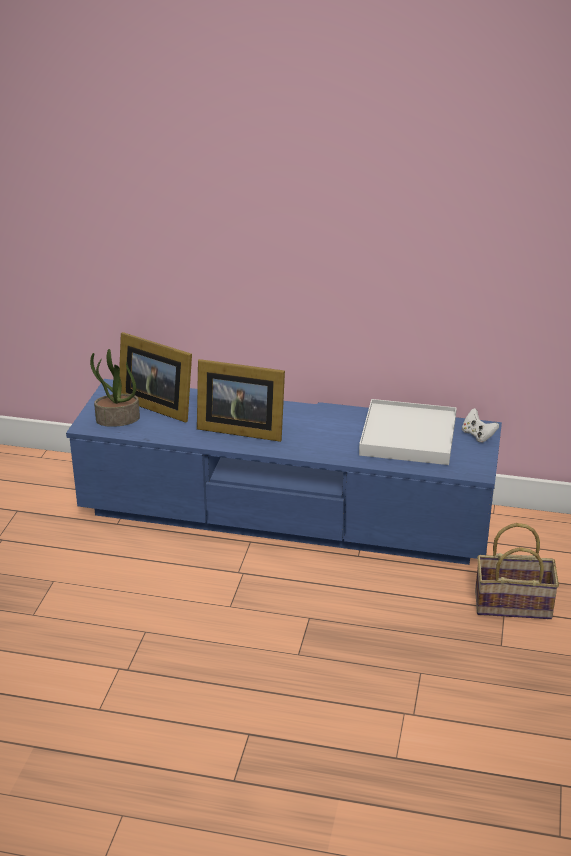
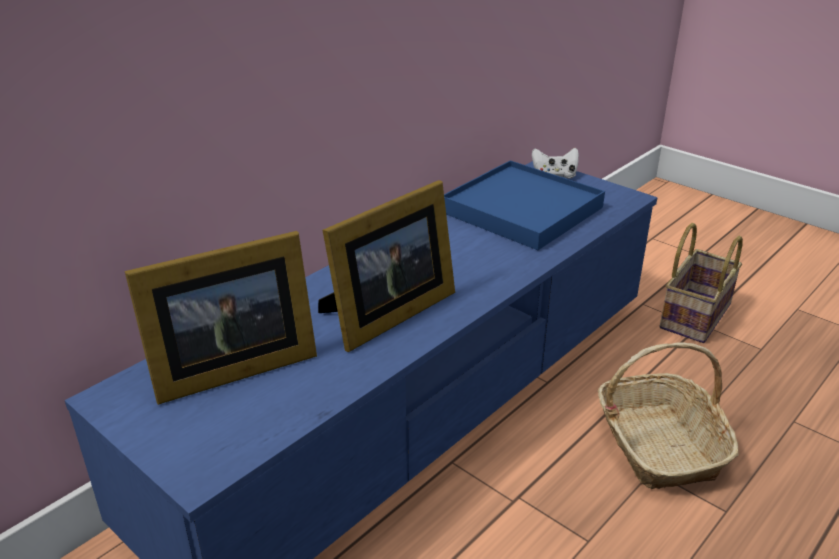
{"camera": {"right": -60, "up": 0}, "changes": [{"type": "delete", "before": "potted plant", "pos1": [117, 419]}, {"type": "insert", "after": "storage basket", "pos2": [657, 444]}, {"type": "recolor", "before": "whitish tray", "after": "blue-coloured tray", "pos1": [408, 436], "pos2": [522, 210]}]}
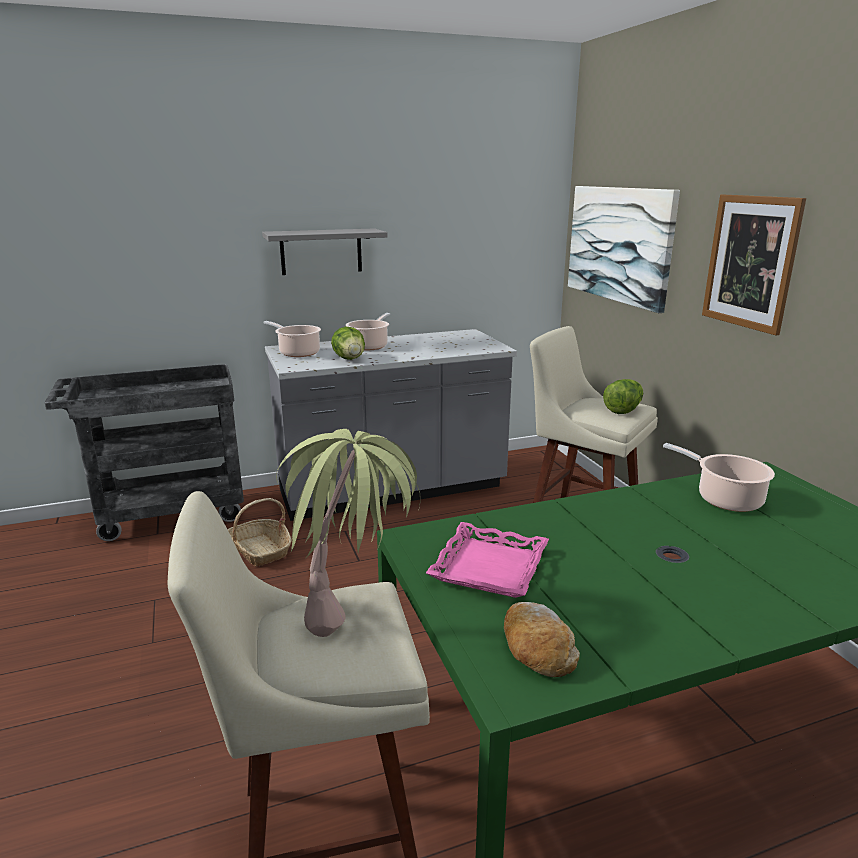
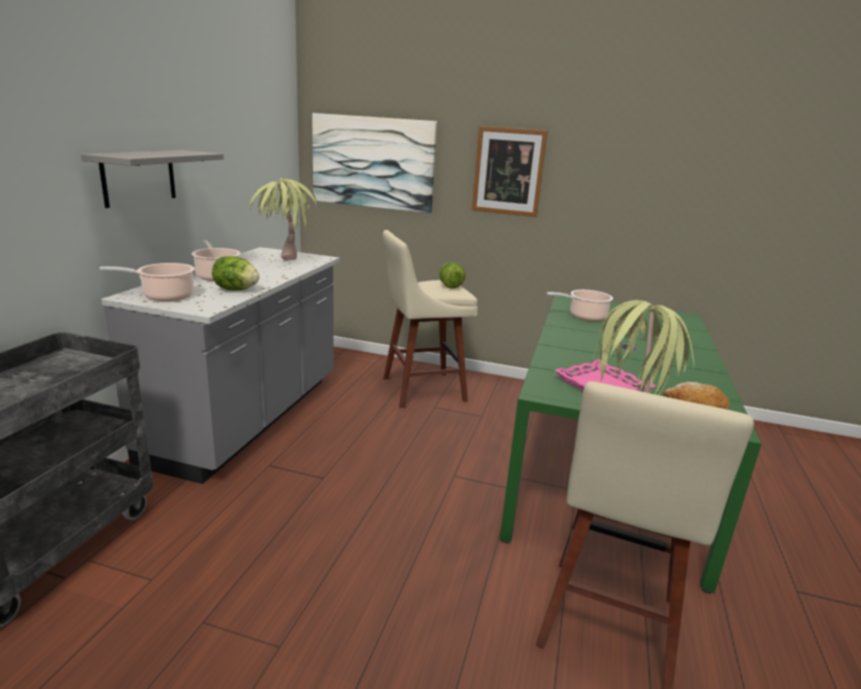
{"camera": {"right": -55, "up": 0}, "changes": [{"type": "delete", "before": "storage basket", "pos1": [260, 550]}, {"type": "insert", "after": "potted plant", "pos2": [284, 264]}]}
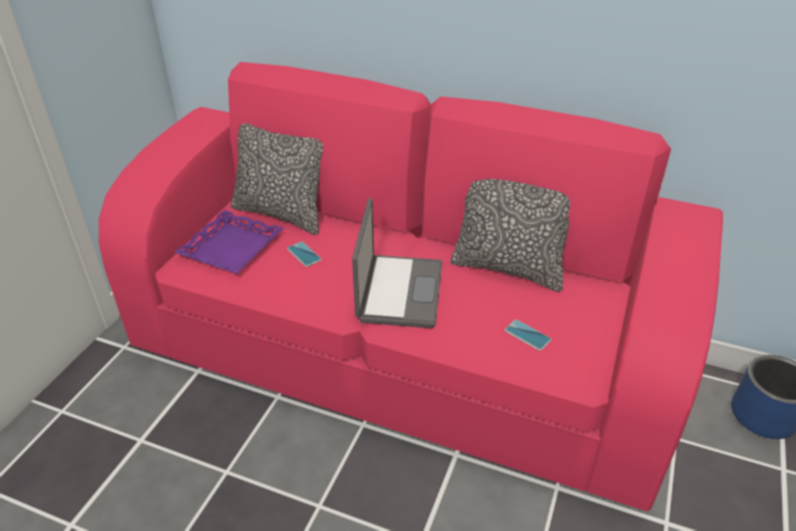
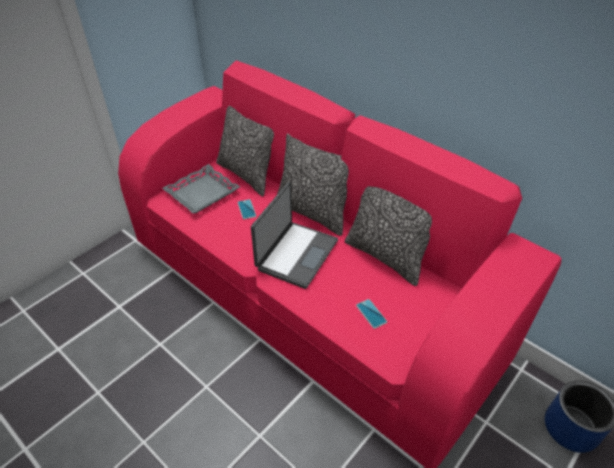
{"camera": {"right": 20, "up": 5}, "changes": [{"type": "insert", "after": "pillow", "pos2": [313, 213]}, {"type": "recolor", "before": "purple-coloured tray", "after": "gray tray", "pos1": [232, 248], "pos2": [202, 193]}]}
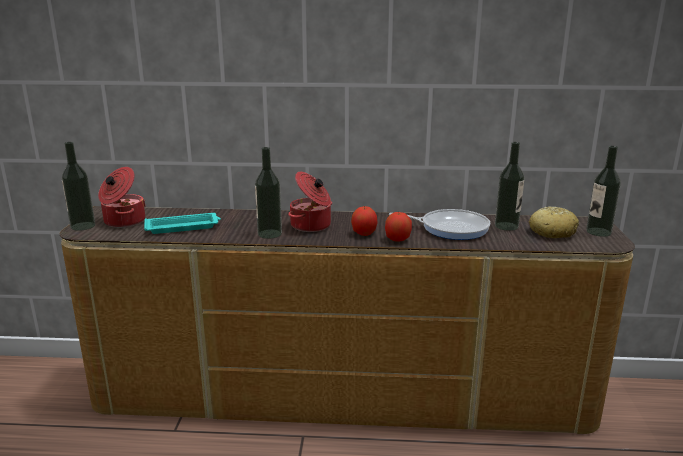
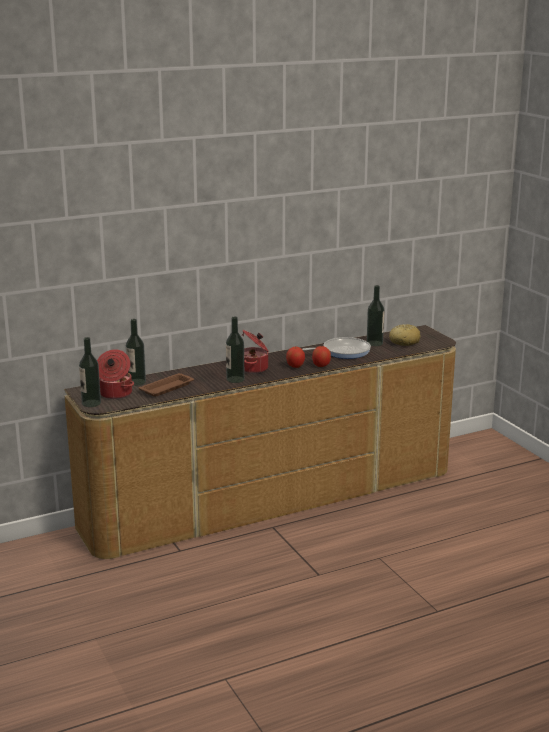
{"camera": {"right": -30, "up": 0}, "changes": [{"type": "move", "before": "bottle", "pos1": [598, 232], "pos2": [136, 382]}, {"type": "recolor", "before": "turquoise-coloured tray", "after": "brownish tray", "pos1": [183, 227], "pos2": [167, 388]}]}
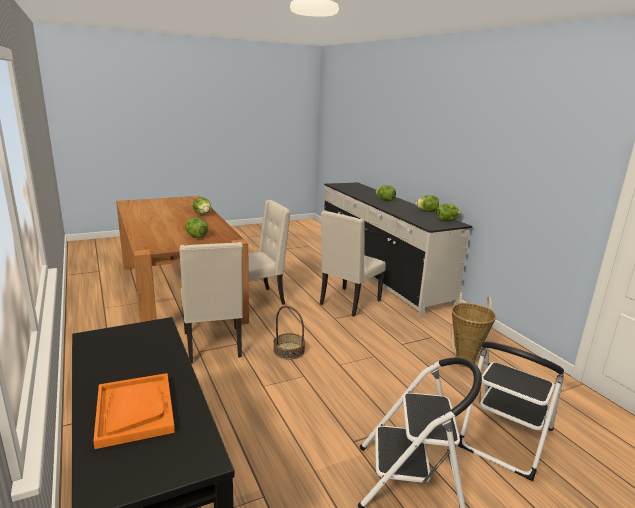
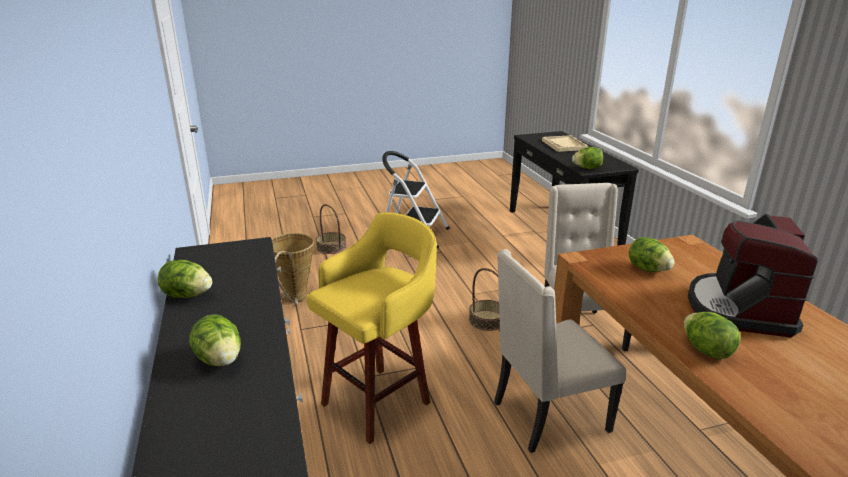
{"camera": {"right": -170, "up": 5}, "changes": [{"type": "insert", "after": "coffee brewer", "pos2": [739, 308]}, {"type": "move", "before": "lettuce", "pos1": [447, 221], "pos2": [587, 168]}, {"type": "replace", "before": "beige-coloured upright chair", "after": "yellow sitting stool", "pos1": [348, 303], "pos2": [380, 401]}, {"type": "replace", "before": "step ladder", "after": "storage basket", "pos1": [504, 439], "pos2": [331, 247]}, {"type": "recolor", "before": "orange-coloured tray", "after": "beige-coloured tray", "pos1": [134, 410], "pos2": [564, 145]}]}
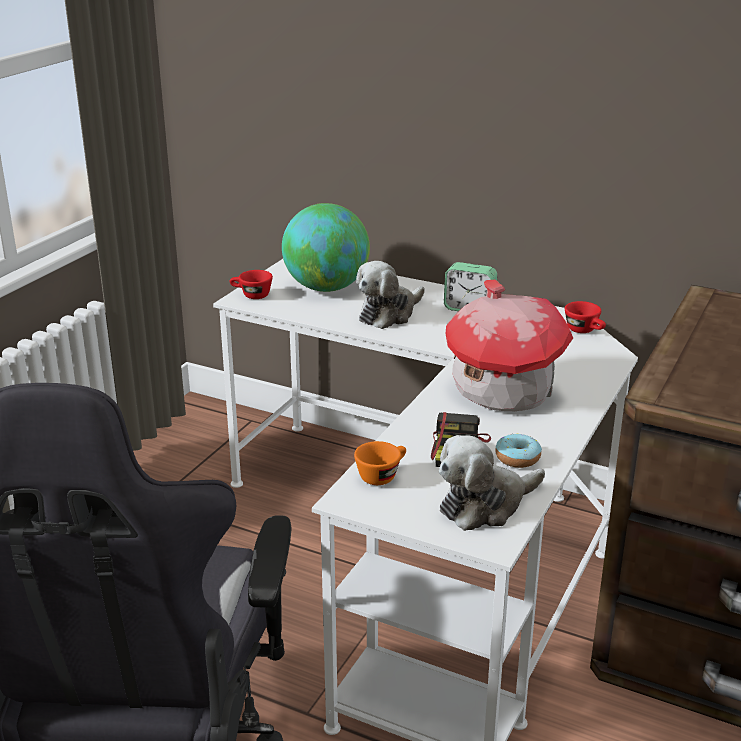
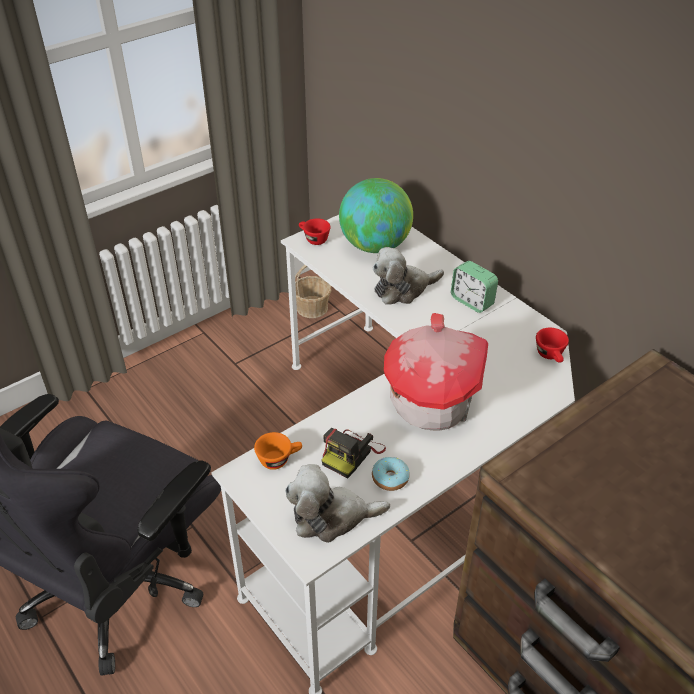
{"camera": {"right": 25, "up": 15}, "changes": [{"type": "insert", "after": "storage basket", "pos2": [312, 308]}]}
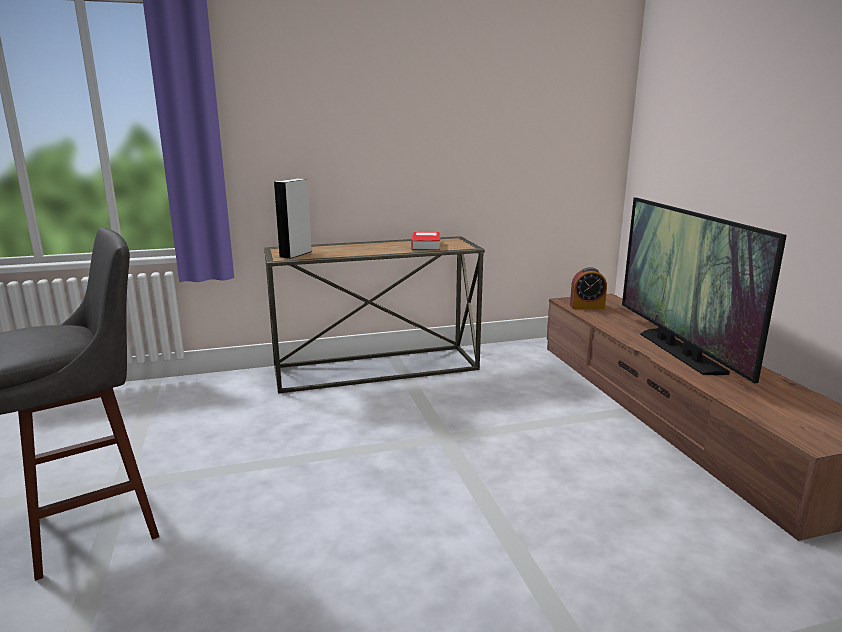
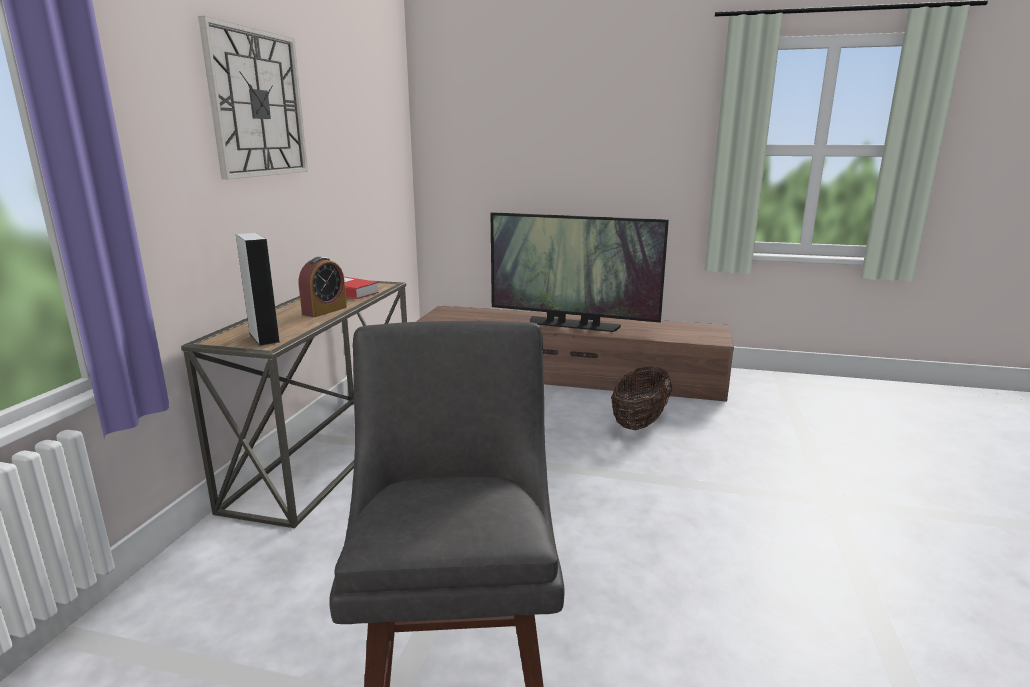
{"camera": {"right": -60, "up": 0}, "changes": [{"type": "insert", "after": "clock on the wall", "pos2": [257, 104]}, {"type": "insert", "after": "storage basket", "pos2": [640, 422]}, {"type": "move", "before": "alarm clock", "pos1": [587, 307], "pos2": [324, 311]}]}
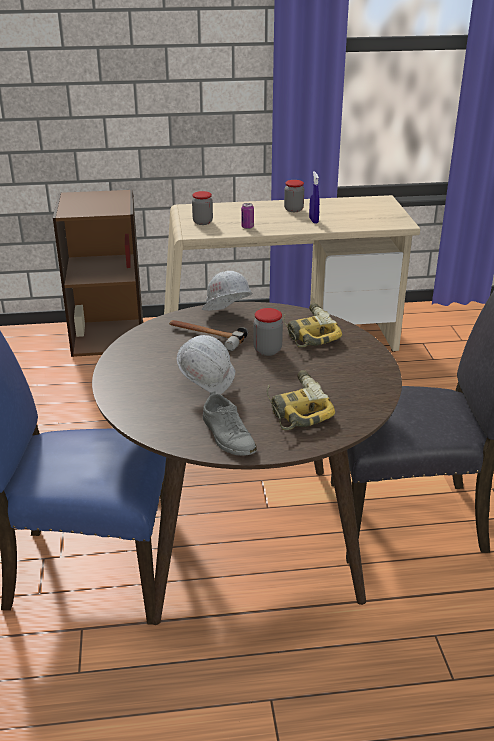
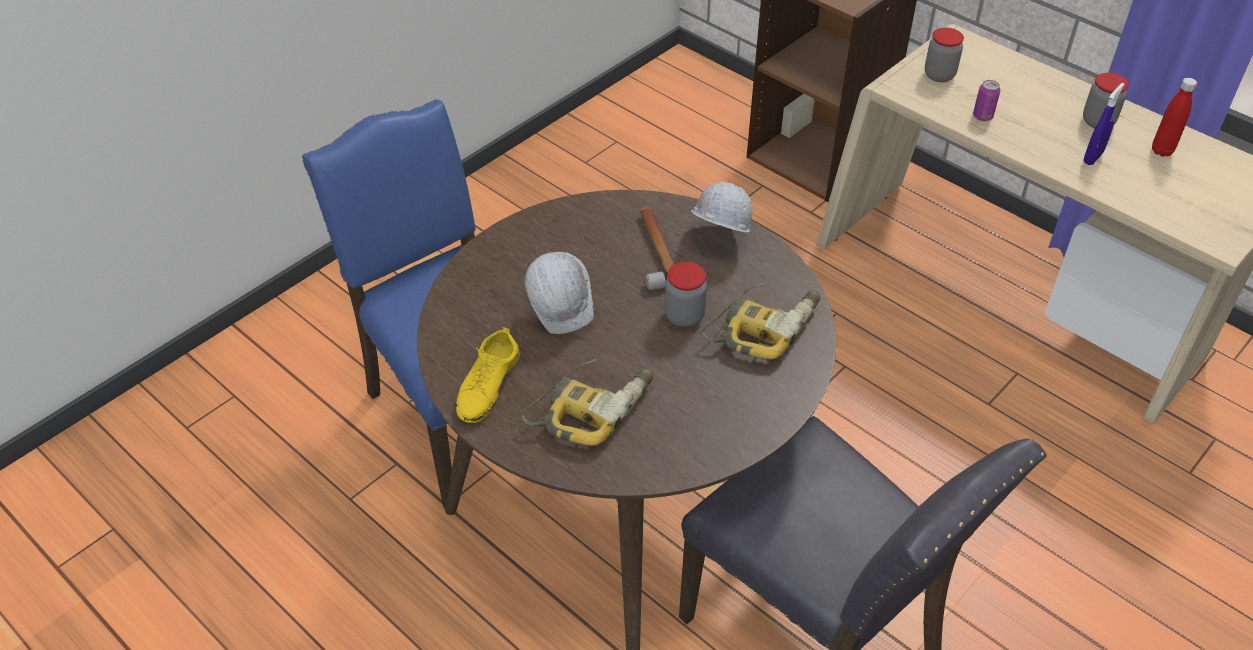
{"camera": {"right": 50, "up": 15}, "changes": [{"type": "insert", "after": "red bottle", "pos2": [1162, 151]}, {"type": "recolor", "before": "gray shoe", "after": "yellow shoe", "pos1": [228, 435], "pos2": [488, 385]}]}
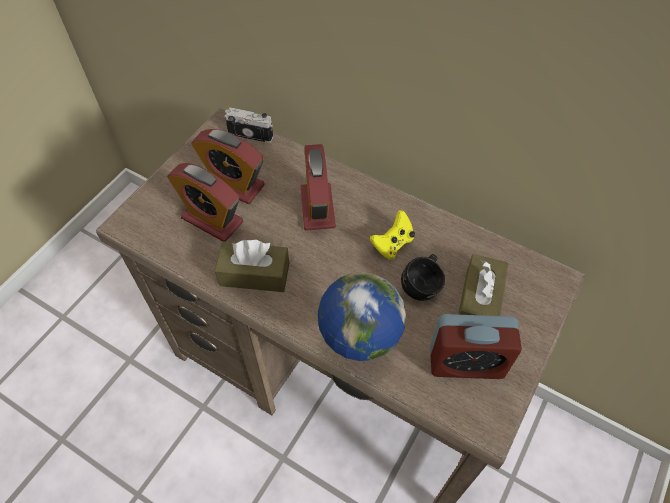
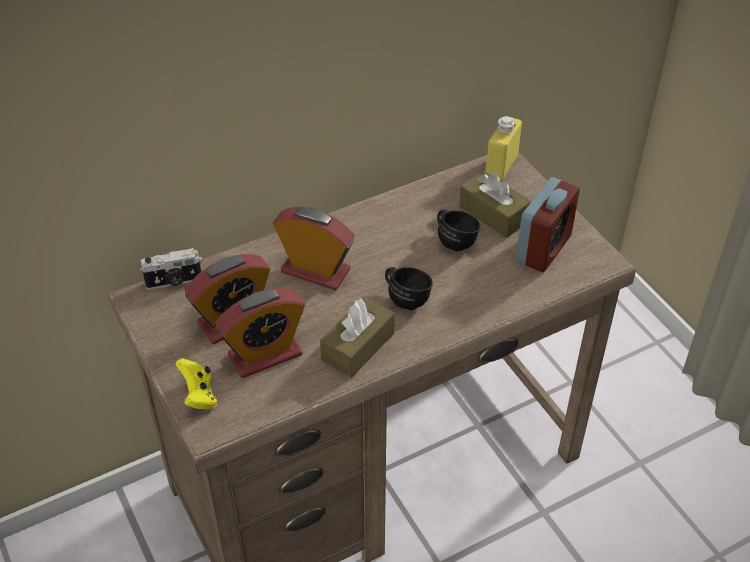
{"camera": {"right": -60, "up": -10}, "changes": [{"type": "delete", "before": "world globe", "pos1": [357, 352]}, {"type": "insert", "after": "black-coloured coffee mug", "pos2": [406, 297]}, {"type": "insert", "after": "yellow bottle", "pos2": [501, 167]}, {"type": "move", "before": "yellow joypad", "pos1": [392, 244], "pos2": [199, 395]}, {"type": "rotate", "before": "photo camera", "pos1": [251, 134], "pos2": [174, 282], "turn": -150}]}
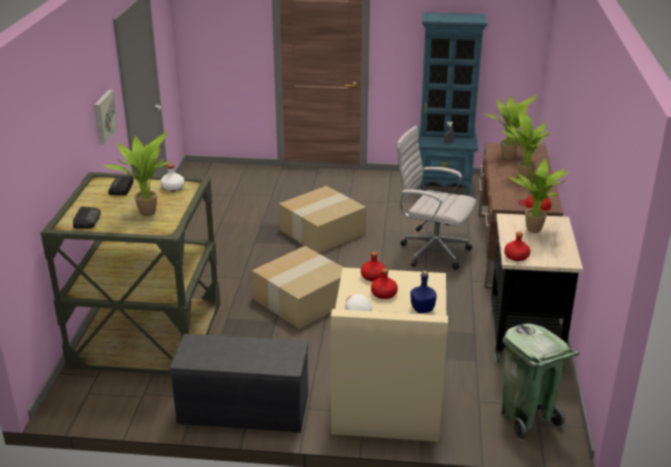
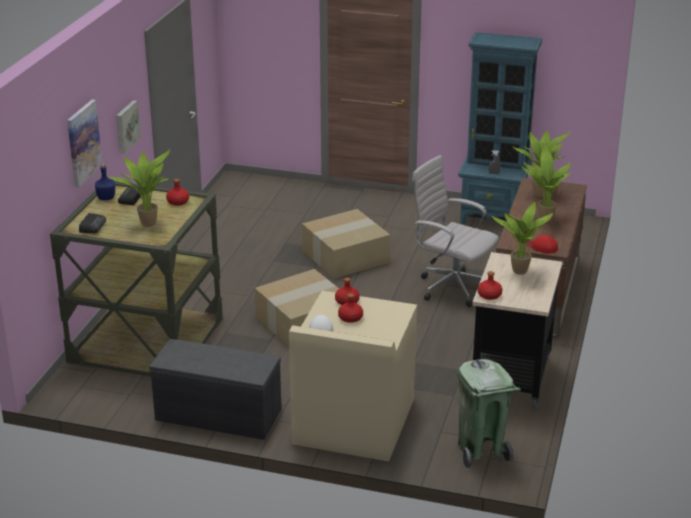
{"camera": {"right": 10, "up": 0}, "changes": [{"type": "insert", "after": "wall art", "pos2": [83, 143]}, {"type": "move", "before": "blue-coloured bottle", "pos1": [422, 309], "pos2": [106, 198]}, {"type": "recolor", "before": "whitish bottle", "after": "red bottle", "pos1": [172, 188], "pos2": [177, 202]}]}
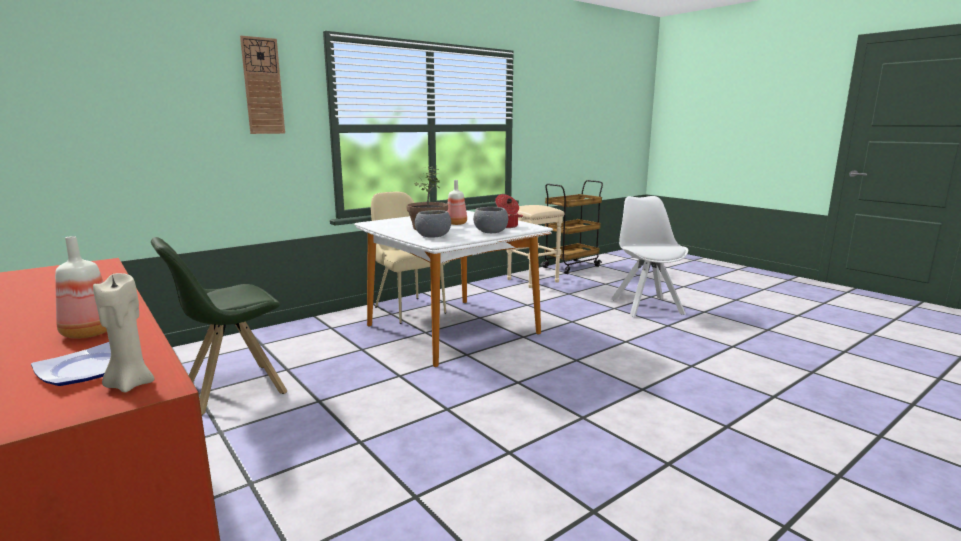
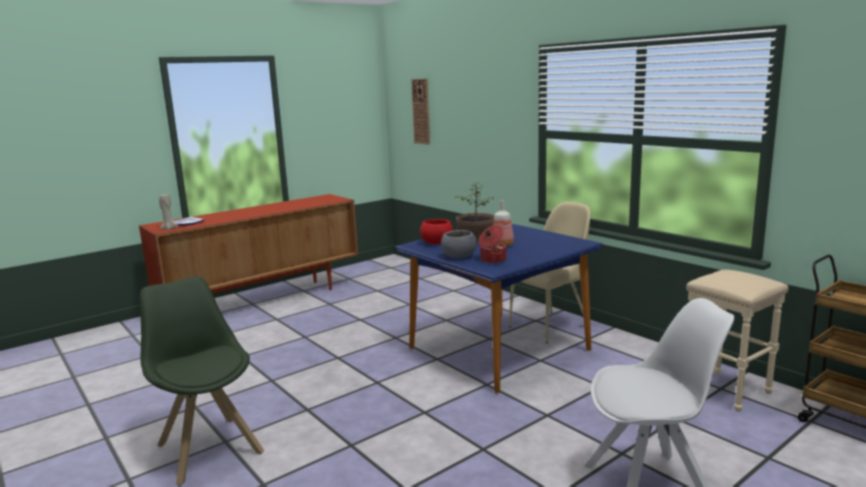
{"camera": {"right": 90, "up": 0}, "changes": [{"type": "delete", "before": "bottle", "pos1": [87, 333]}, {"type": "move", "before": "greenish upright chair", "pos1": [233, 389], "pos2": [208, 448]}, {"type": "move", "before": "clock on the wall", "pos1": [263, 86], "pos2": [421, 111]}, {"type": "recolor", "before": "whitish dinner table", "after": "blue-coloured dinner table", "pos1": [452, 330], "pos2": [498, 349]}, {"type": "recolor", "before": "gray deep dish", "after": "red deep dish", "pos1": [433, 236], "pos2": [436, 242]}]}
